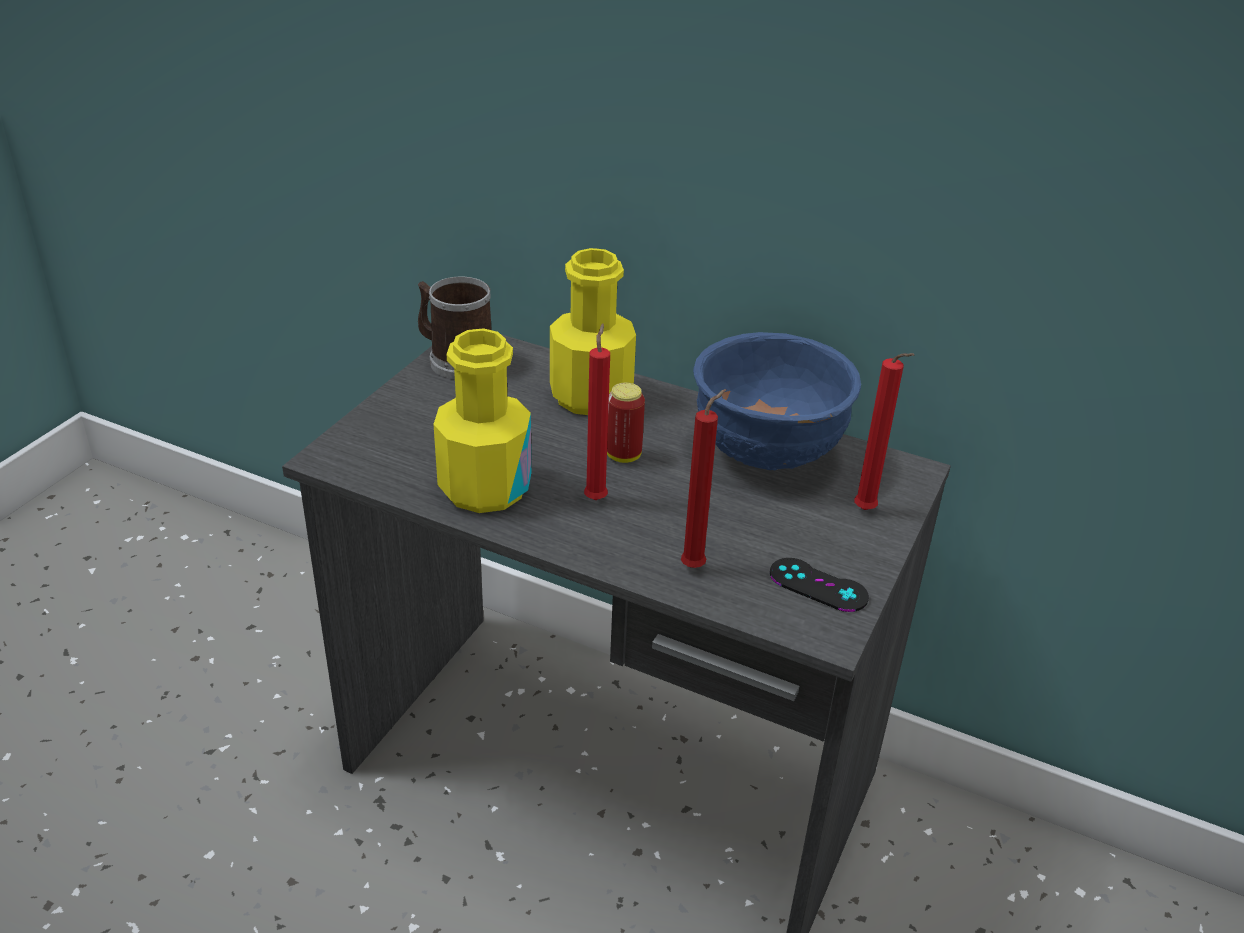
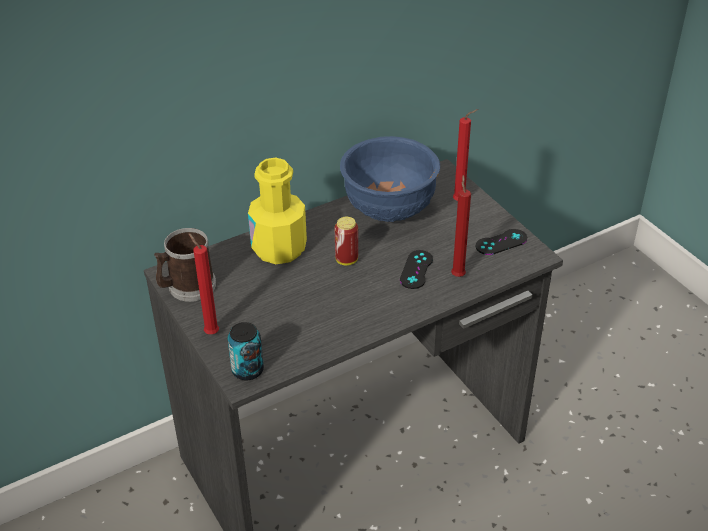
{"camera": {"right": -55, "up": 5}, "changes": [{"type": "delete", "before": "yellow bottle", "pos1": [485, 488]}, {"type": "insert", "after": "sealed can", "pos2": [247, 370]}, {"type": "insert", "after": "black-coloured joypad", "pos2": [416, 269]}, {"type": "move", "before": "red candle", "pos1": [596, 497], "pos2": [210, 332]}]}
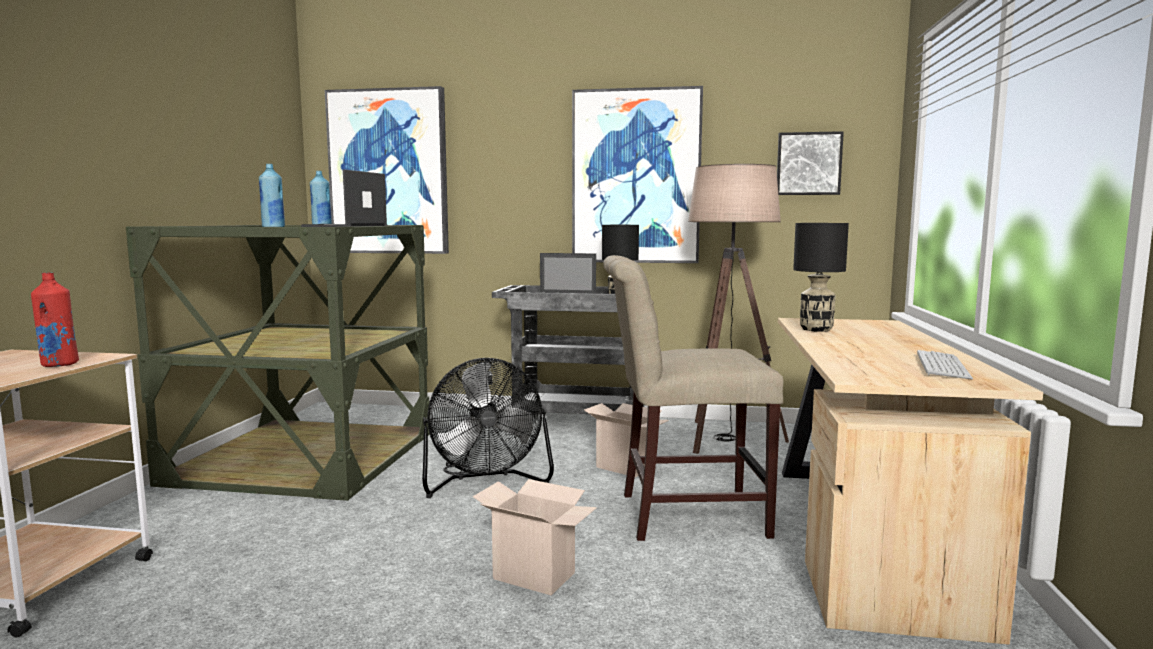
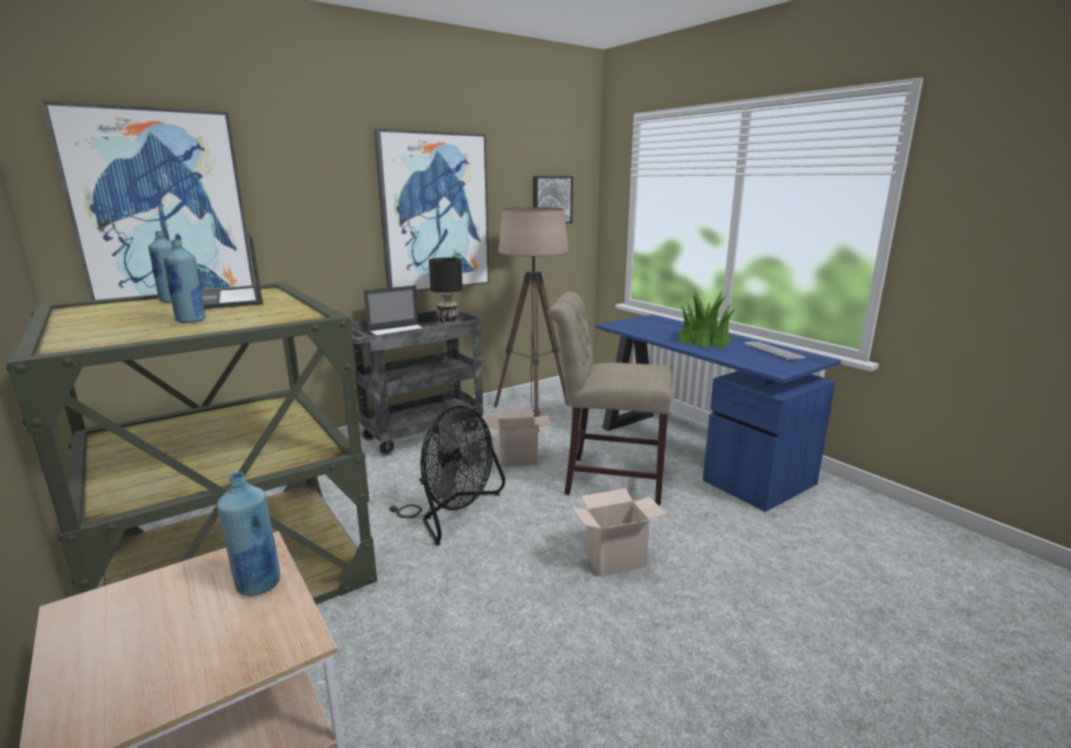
{"camera": {"right": -45, "up": 10}, "changes": [{"type": "delete", "before": "black-coloured table lamp", "pos1": [816, 329]}, {"type": "insert", "after": "potted plant", "pos2": [704, 340]}, {"type": "recolor", "before": "red bottle", "after": "blue-coloured bottle", "pos1": [59, 364], "pos2": [257, 584]}, {"type": "recolor", "before": "beige-coloured desk unit", "after": "blue-coloured desk unit", "pos1": [863, 533], "pos2": [694, 452]}, {"type": "rotate", "before": "beige-coloured upright chair", "pos1": [683, 514], "pos2": [608, 478], "turn": 60}]}
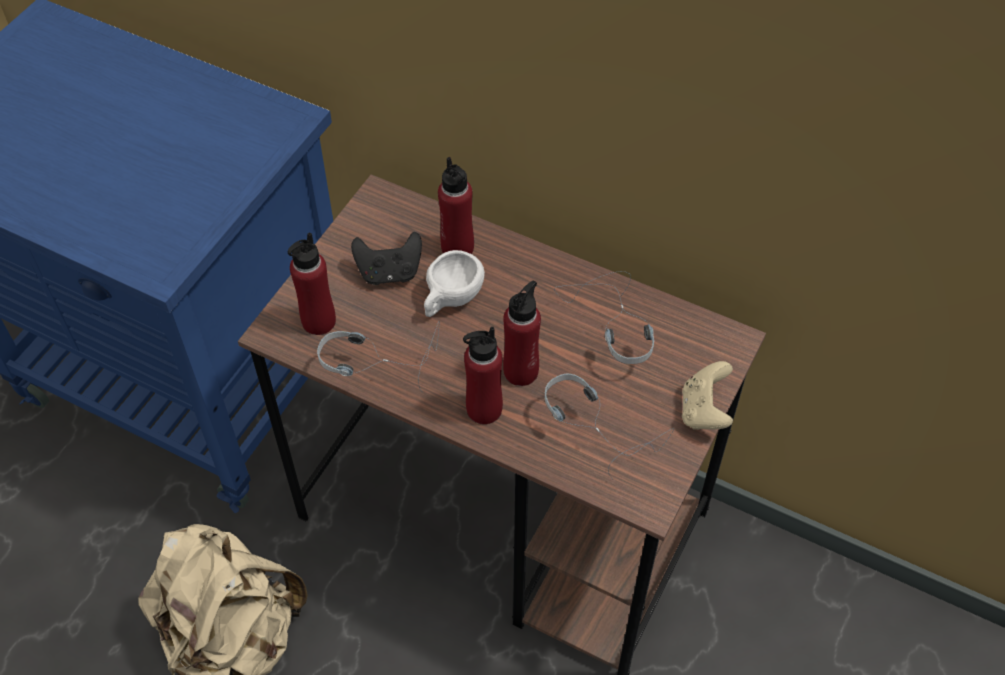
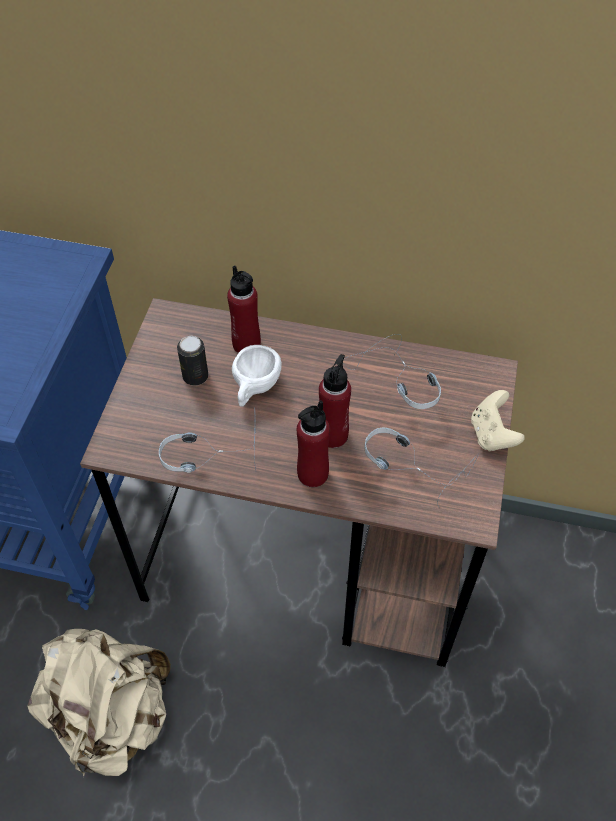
{"camera": {"right": -15, "up": 0}, "changes": [{"type": "delete", "before": "red bottle", "pos1": [318, 321]}, {"type": "replace", "before": "black-coloured joypad", "after": "sealed can", "pos1": [389, 272], "pos2": [195, 376]}]}
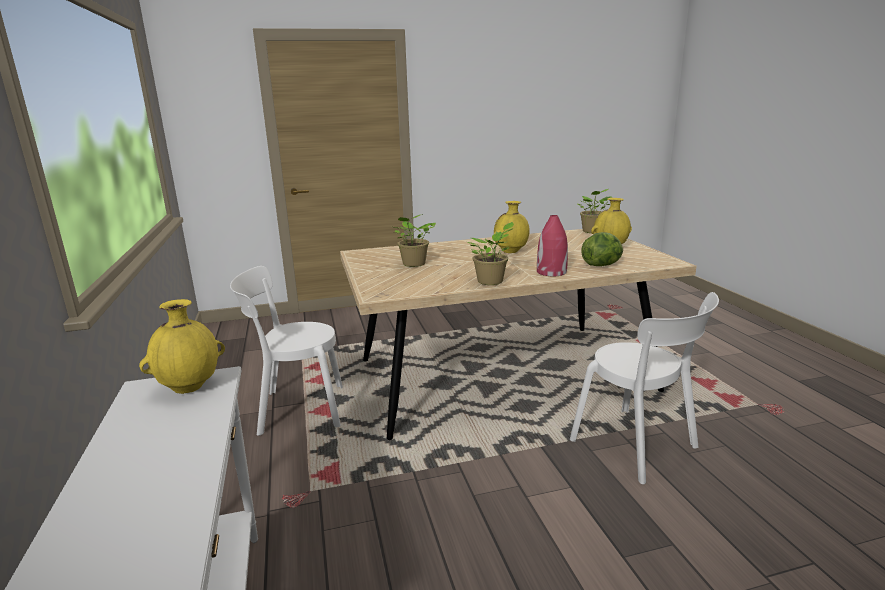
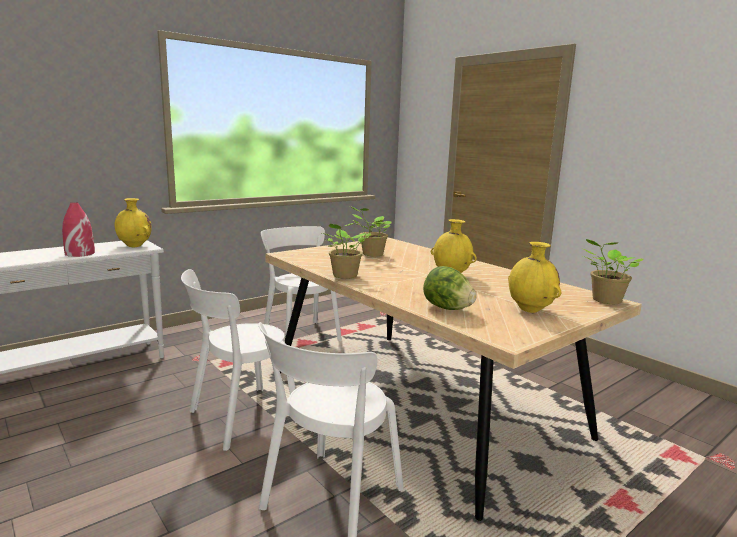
{"camera": {"right": 65, "up": -5}, "changes": [{"type": "insert", "after": "whitish upright chair", "pos2": [239, 418]}, {"type": "move", "before": "red decorative vase", "pos1": [551, 272], "pos2": [79, 253]}]}
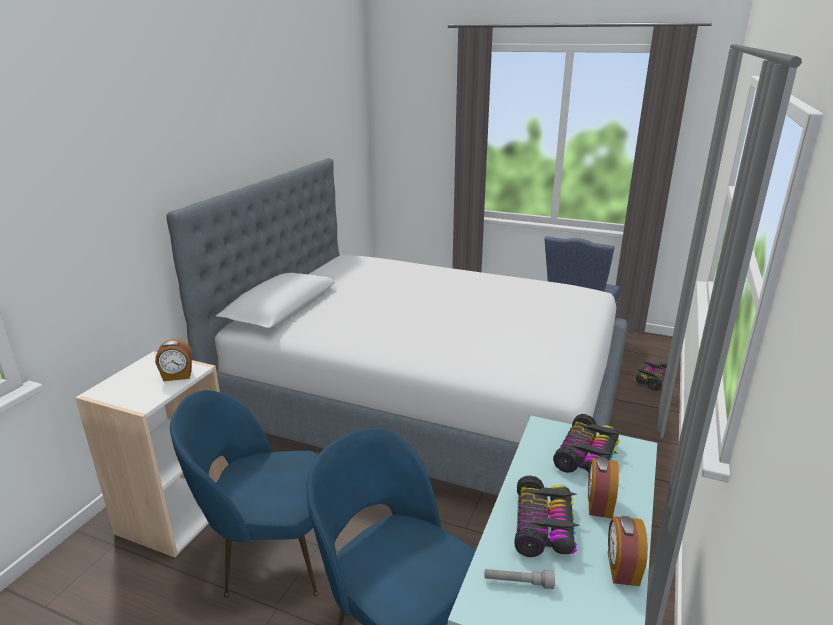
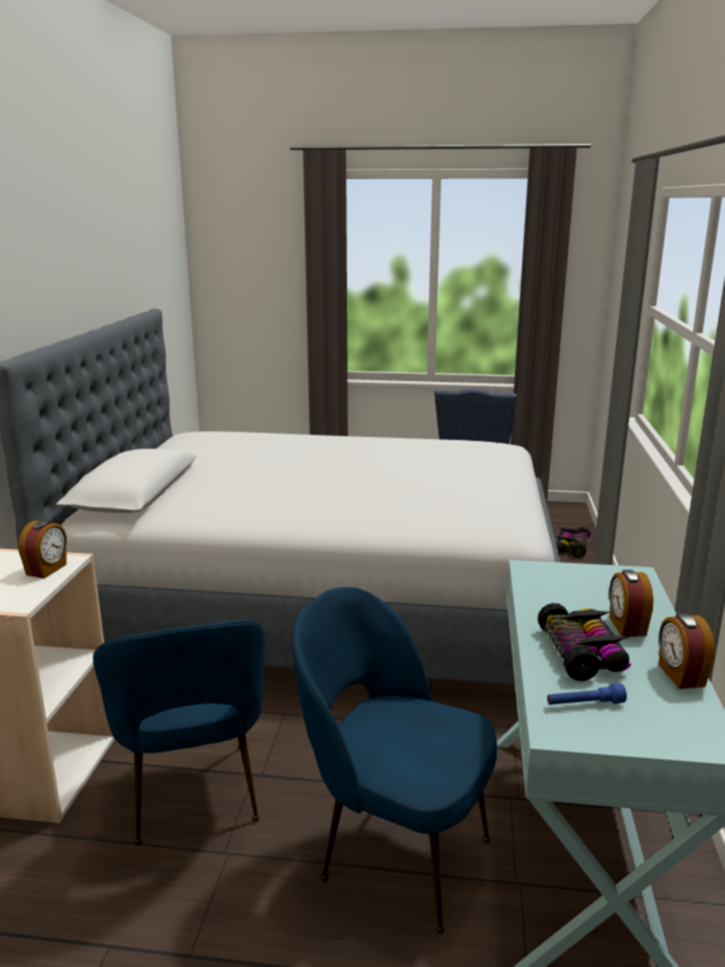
{"camera": {"right": -15, "up": -5}, "changes": [{"type": "delete", "before": "model car", "pos1": [587, 456]}, {"type": "recolor", "before": "gray torch", "after": "blue-coloured torch", "pos1": [518, 583], "pos2": [584, 704]}, {"type": "rotate", "before": "alarm clock", "pos1": [177, 376], "pos2": [47, 570], "turn": -45}, {"type": "rotate", "before": "blue-coloured upright chair", "pos1": [269, 560], "pos2": [194, 802], "turn": -90}]}
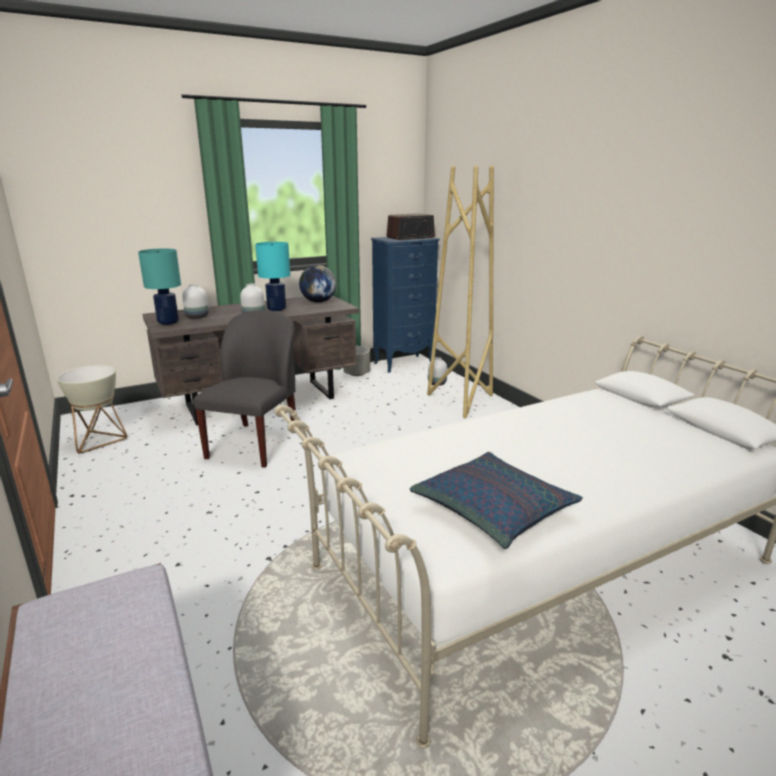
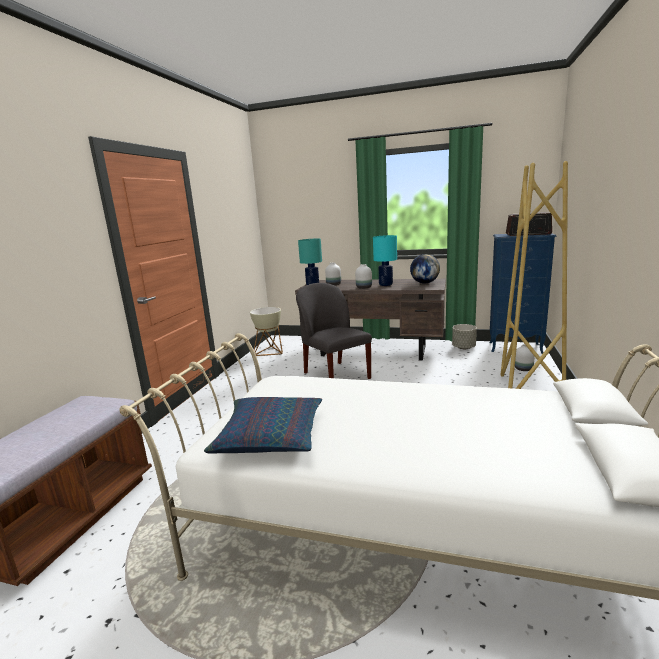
{"camera": {"right": 45, "up": -5}, "changes": [{"type": "rotate", "before": "gray upright chair", "pos1": [255, 444], "pos2": [335, 375], "turn": -90}]}
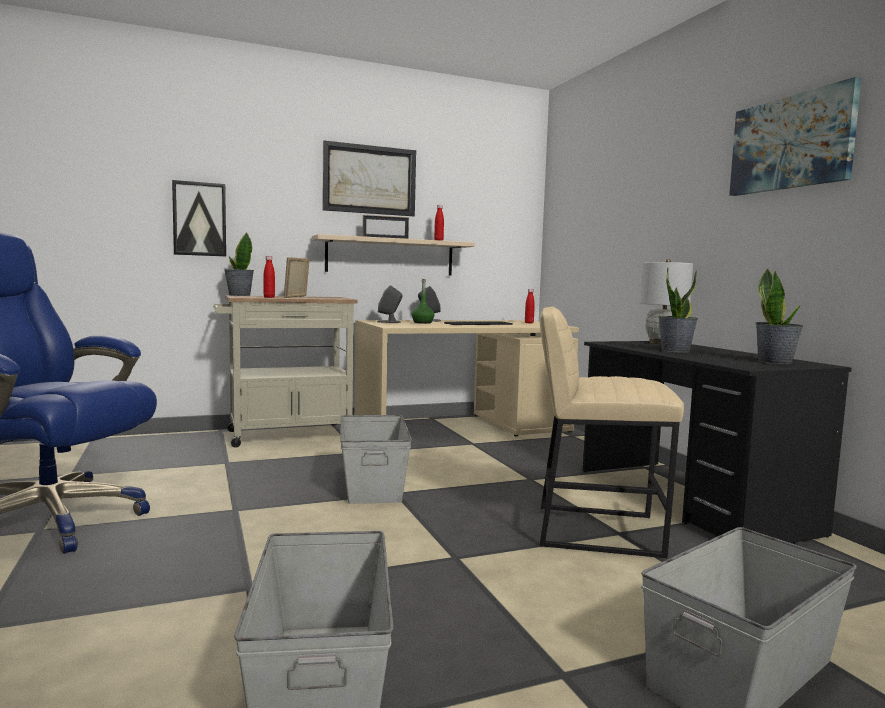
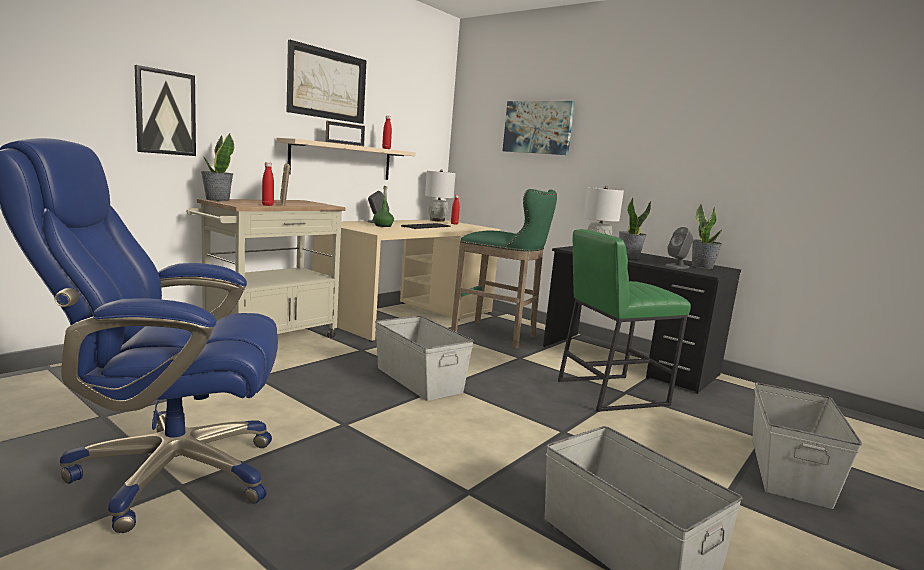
{"camera": {"right": -30, "up": 5}, "changes": [{"type": "insert", "after": "whitish table lamp", "pos2": [437, 220]}, {"type": "insert", "after": "greenish sitting stool", "pos2": [498, 336]}, {"type": "move", "before": "gray audio speaker", "pos1": [389, 322], "pos2": [677, 266]}, {"type": "move", "before": "wall art", "pos1": [791, 143], "pos2": [538, 127]}, {"type": "recolor", "before": "beige-coloured upright chair", "after": "greenish upright chair", "pos1": [595, 530], "pos2": [610, 392]}]}
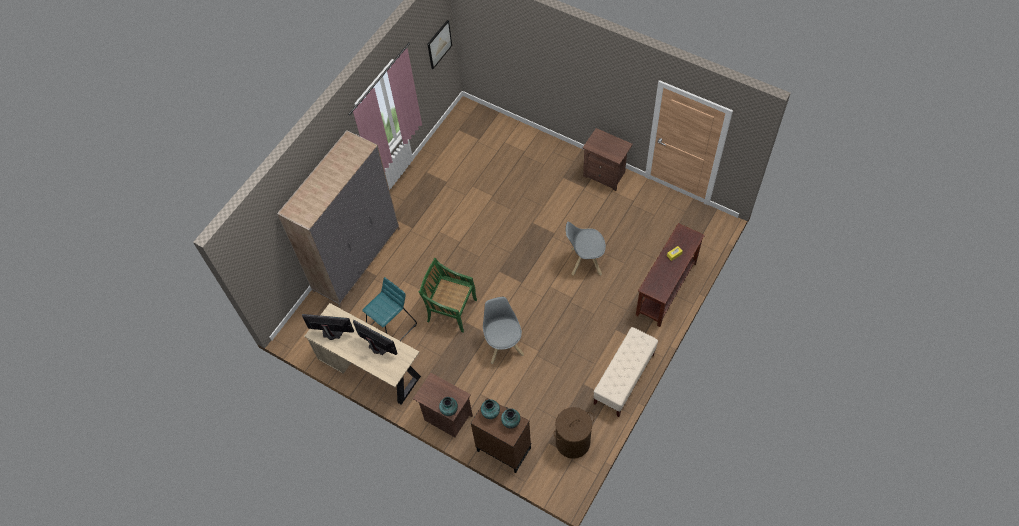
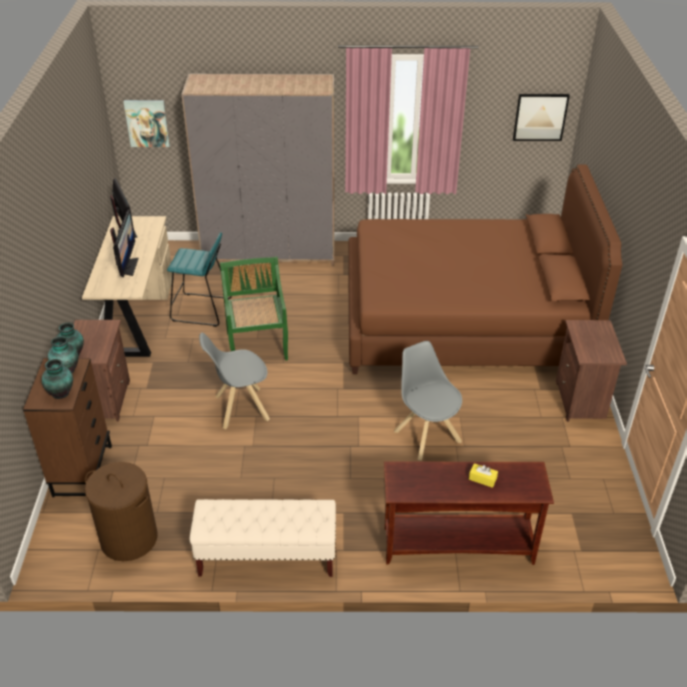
{"camera": {"right": 55, "up": -20}, "changes": [{"type": "insert", "after": "wall art", "pos2": [147, 123]}, {"type": "insert", "after": "brownish sleeping bed", "pos2": [463, 321]}, {"type": "rotate", "before": "gray upright chair", "pos1": [503, 344], "pos2": [239, 408], "turn": -150}]}
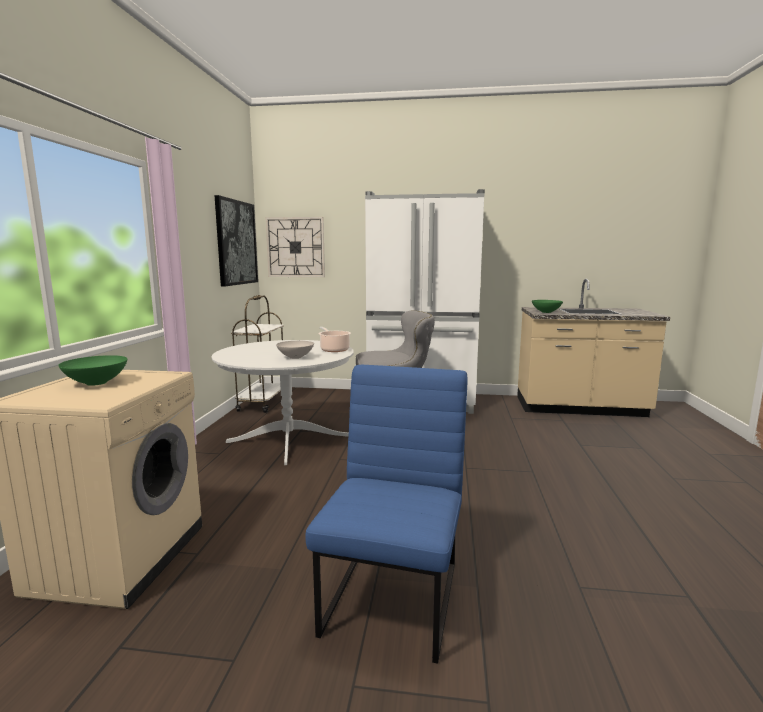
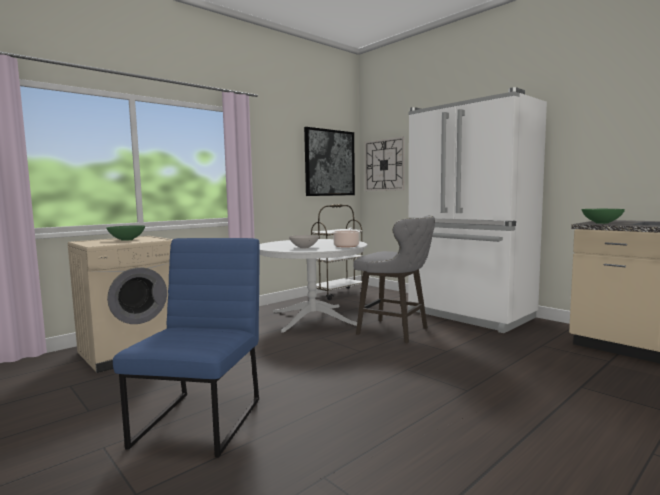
{"camera": {"right": 40, "up": -5}, "changes": [{"type": "rotate", "before": "blue-coloured upright chair", "pos1": [394, 594], "pos2": [202, 419], "turn": -45}]}
